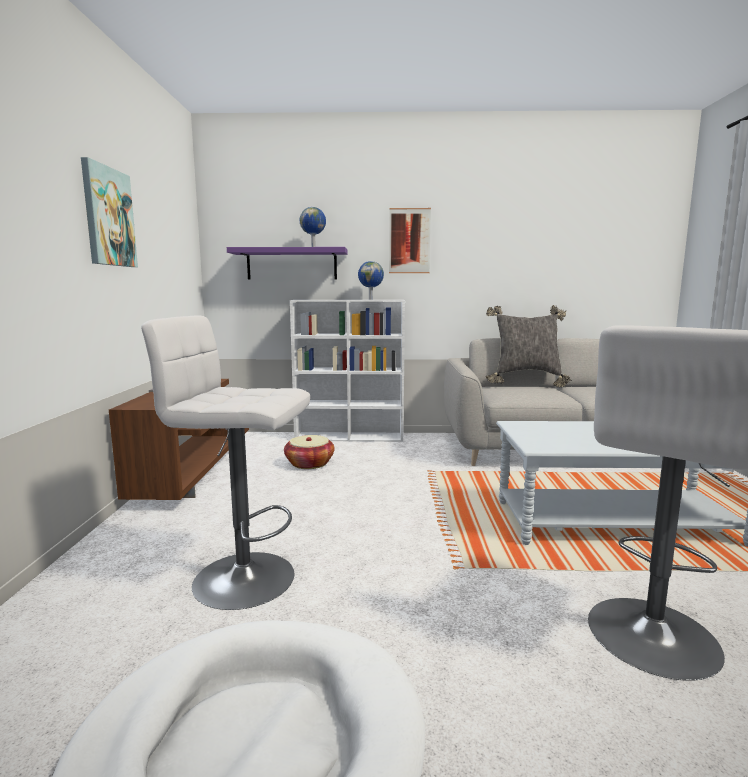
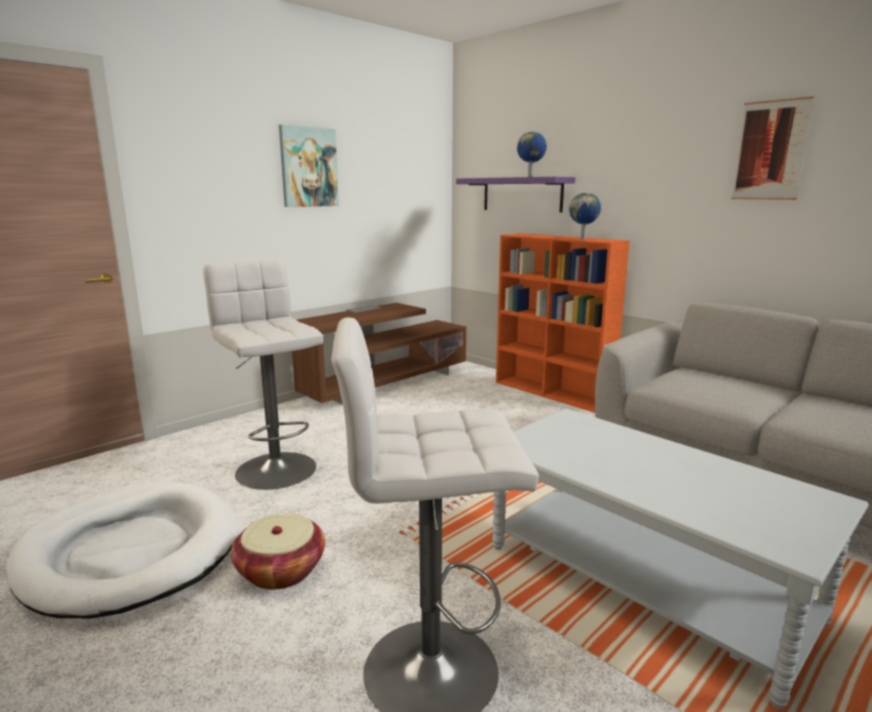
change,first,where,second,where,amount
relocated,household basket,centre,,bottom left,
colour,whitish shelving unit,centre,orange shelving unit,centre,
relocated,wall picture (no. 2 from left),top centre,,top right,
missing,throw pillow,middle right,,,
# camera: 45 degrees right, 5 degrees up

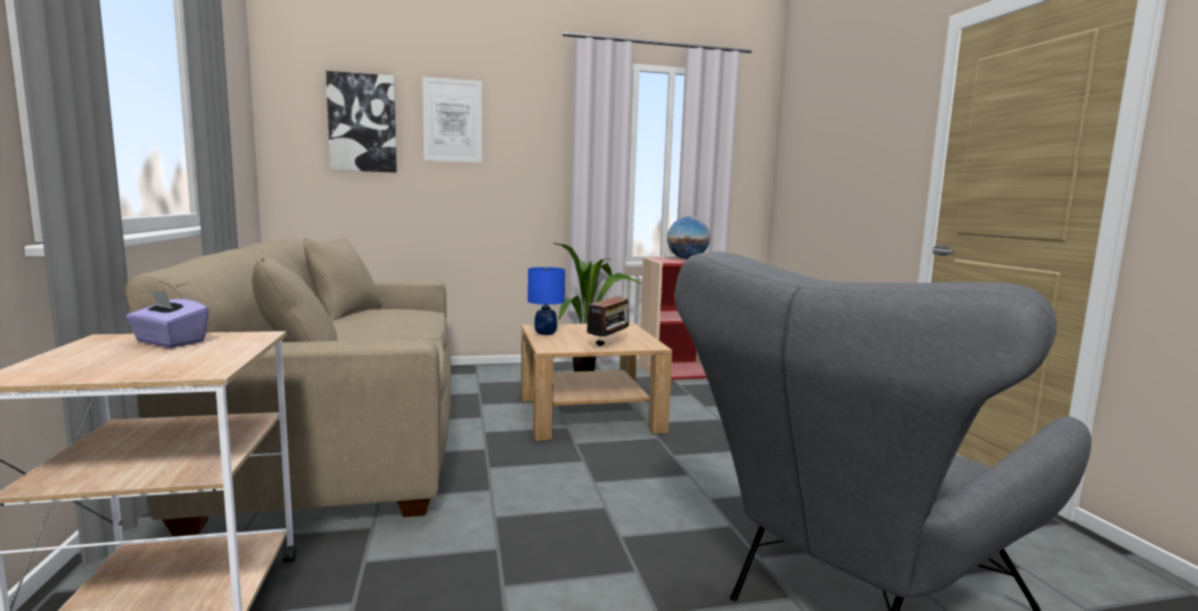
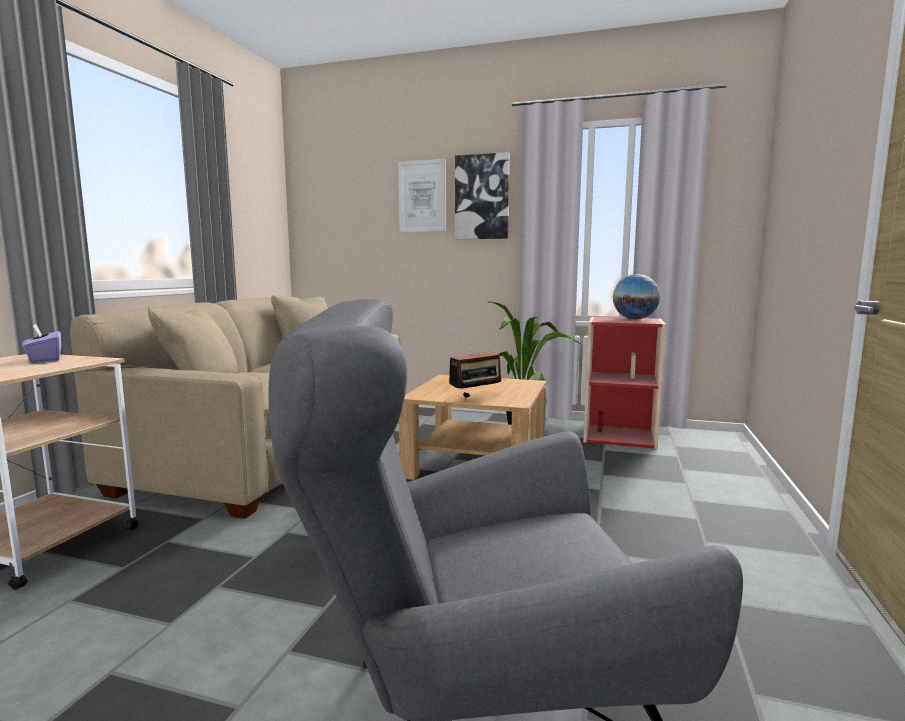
change,first,where,second,where,amount
relocated,wall picture (no. 1 from left in the first image),top left,wall picture (no. 2 from left),top centre,
missing,blue table lamp,centre,,,
# camera: 30 degrees right, 0 degrees up

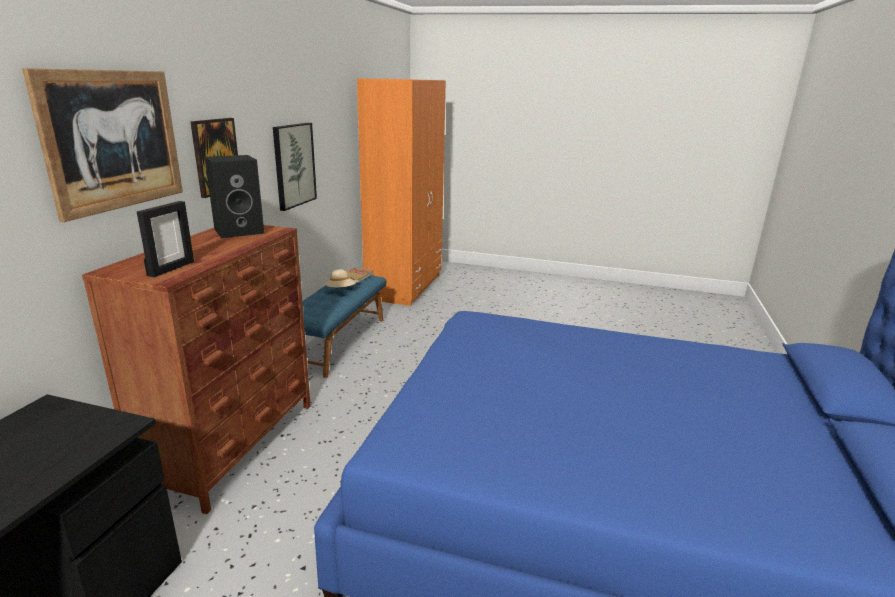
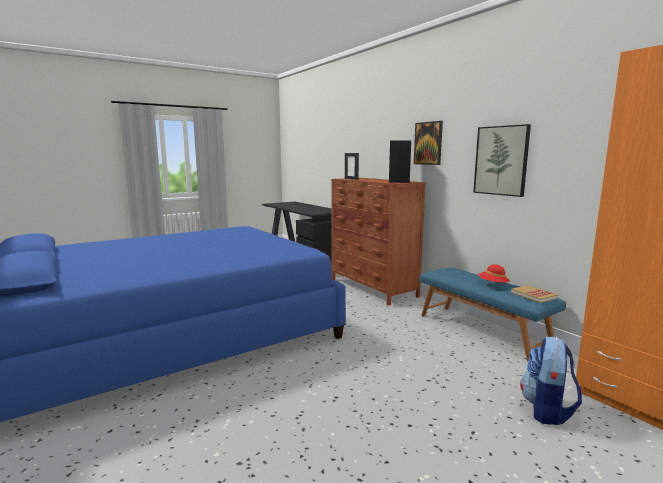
change,first,where,second,where,amount
missing,wall picture (no. 1 from left),top left,,,
colour,beige-coloured wearable hat,centre,reddish wearable hat,middle right,
appeared,,,backpack,bottom right,
# camera: 130 degrees right, 10 degrees down

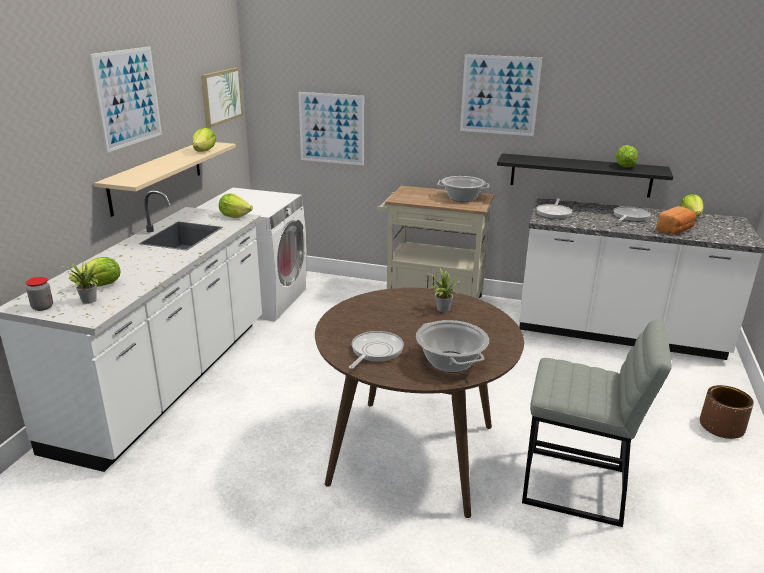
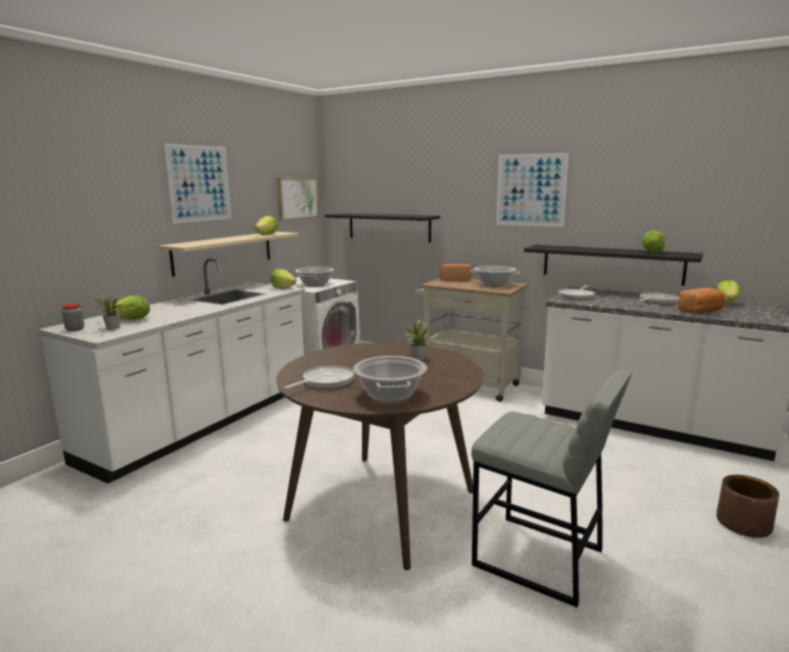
change,first,where,second,where,amount
exchanged,wall picture (no. 3 from left),top centre,black-coloured shelf (no. 1 from left),centre,
appeared,,,stockpot (no. 1 from left),centre,
appeared,,,bakery bread (no. 1 from left),centre,
# camera: 15 degrees right, 10 degrees down

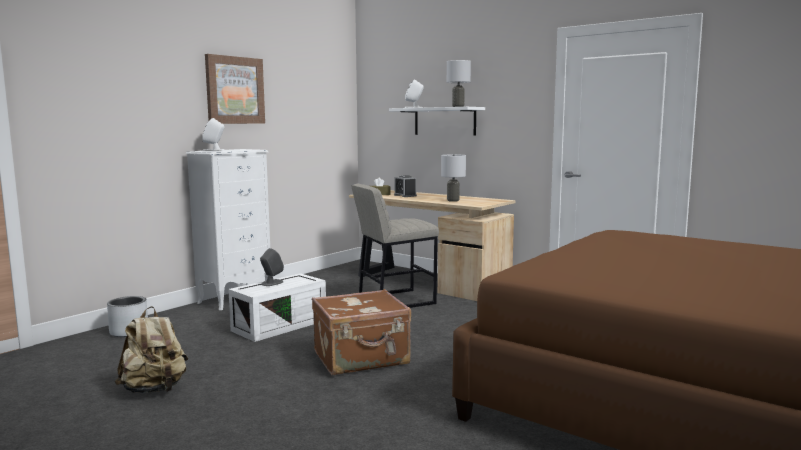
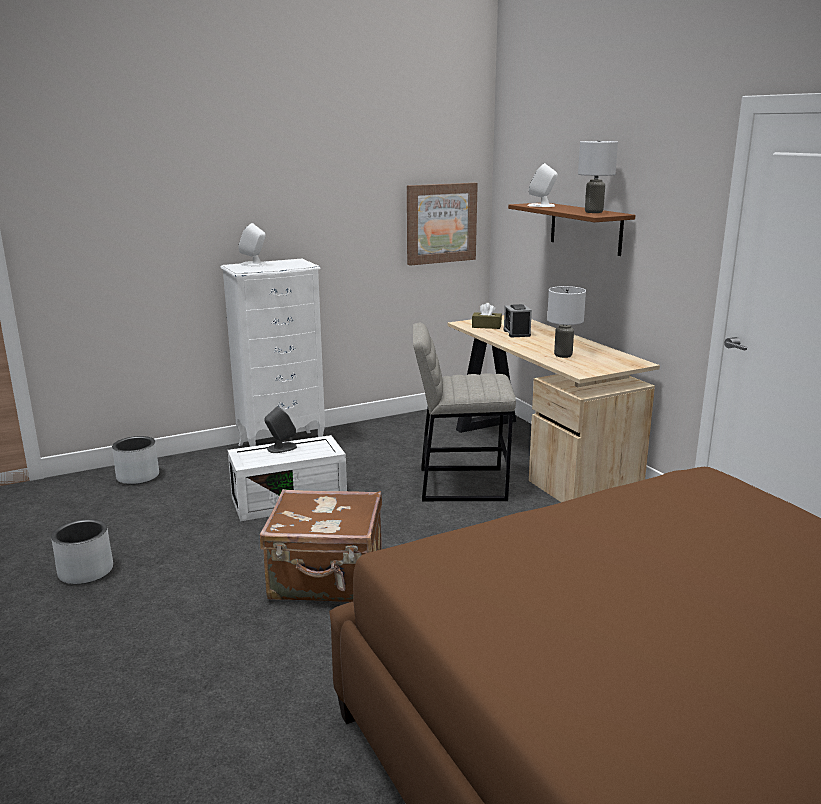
change,first,where,second,where,amount
exchanged,beige-coloured backpack,bottom left,gray flower pot (no. 1 from left),bottom left,
relocated,wall picture,top left,,top centre,
colour,whitish shelf,top centre,brown-coloured shelf,top right,
# camera: 25 degrees right, 10 degrees up

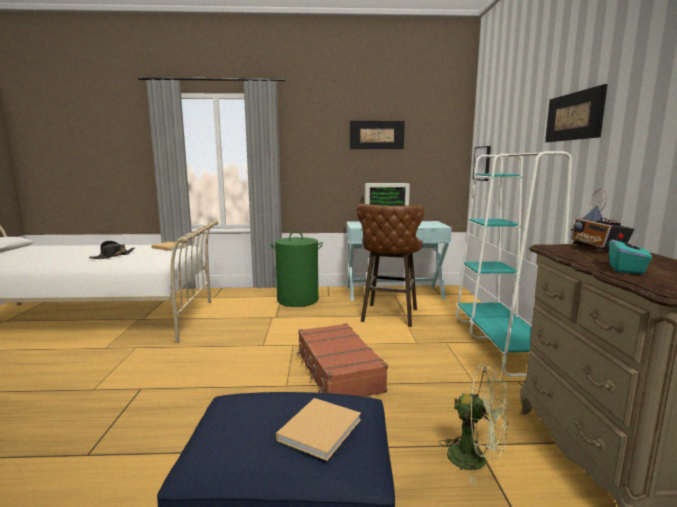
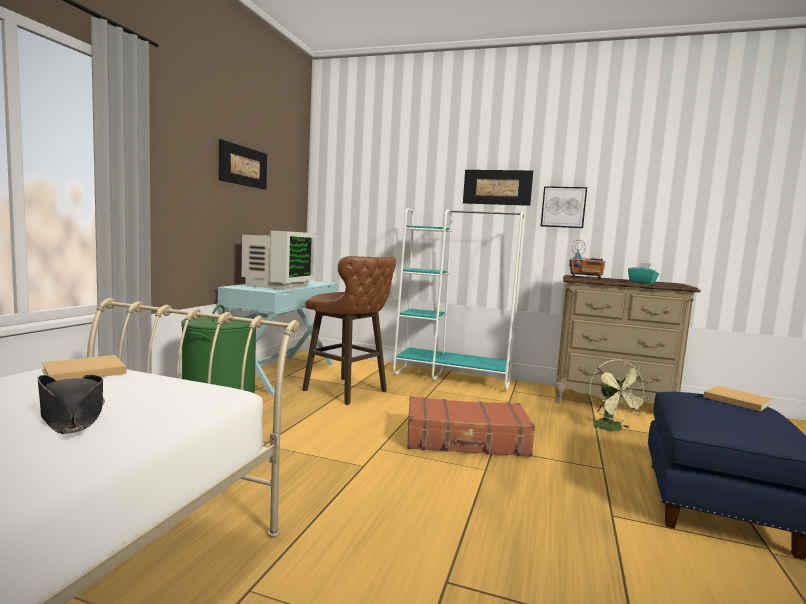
change,first,where,second,where,amount
spun,greenish electric fan,bottom right,,middle right,120 degrees clockwise
relocated,wall picture (no. 2 from left in the first image),top right,wall picture (no. 3 from left),middle right,
# camera: 70 degrees left, 5 degrees down

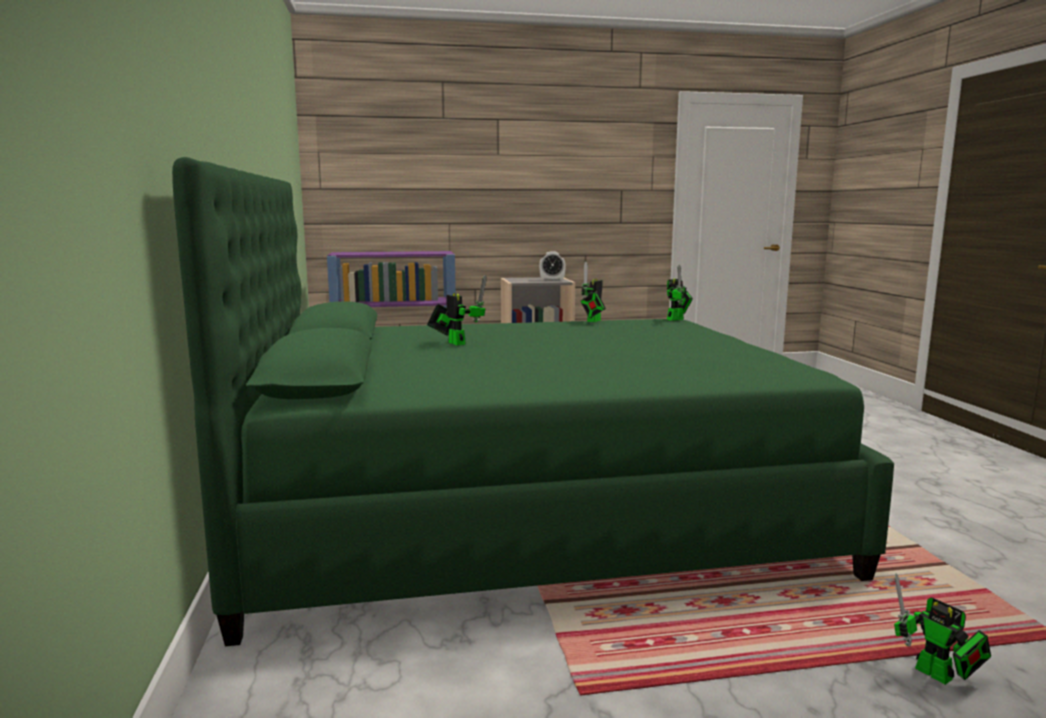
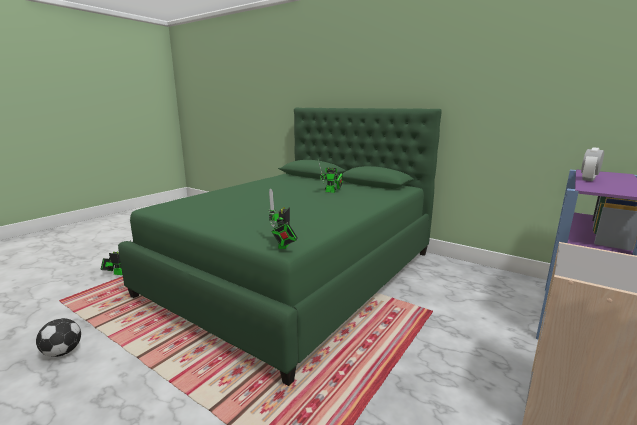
change,first,where,second,where,amount
relocated,alarm clock,centre,,middle right,
missing,model robot (no. 2 from left),centre,,,
appeared,,,ball for football,bottom left,
# camera: 135 degrees right, 5 degrees up

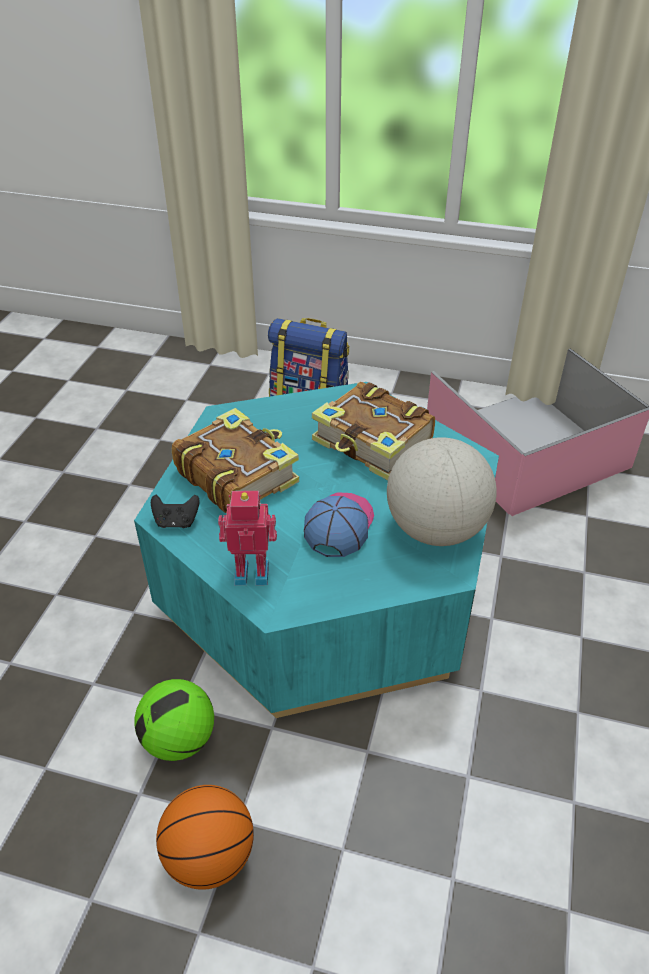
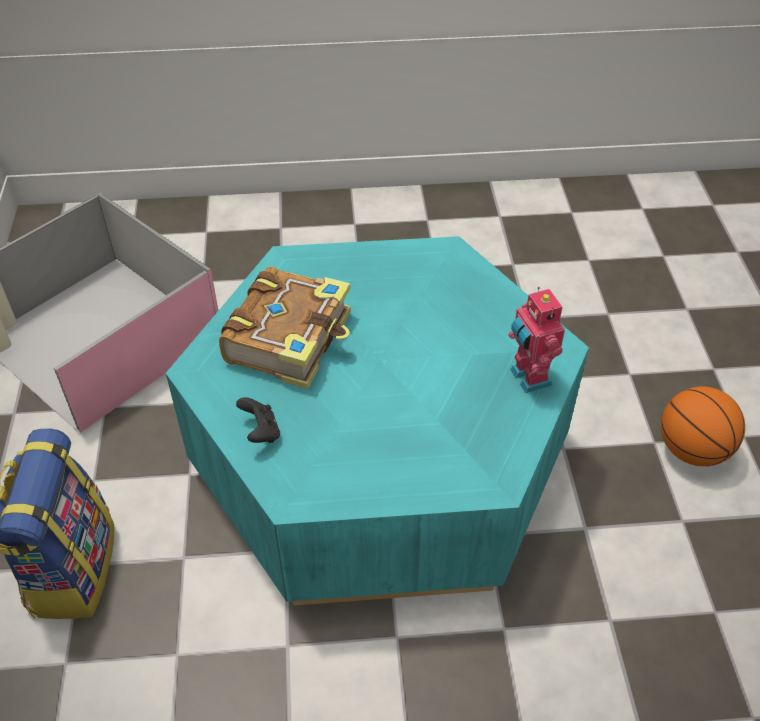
change,first,where,second,where,amount
missing,ball for football,bottom left,,,
relocated,black-coloured joypad,middle left,,centre,
missing,book (no. 1 from left),centre,,,
missing,baseball cap,centre,,,
missing,world globe,middle right,,,
# camera: 110 degrees left, 5 degrees up

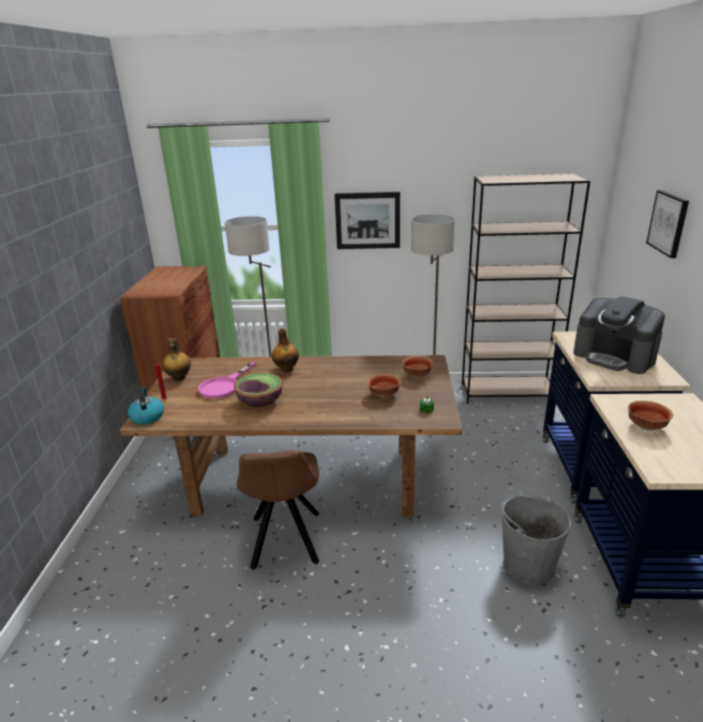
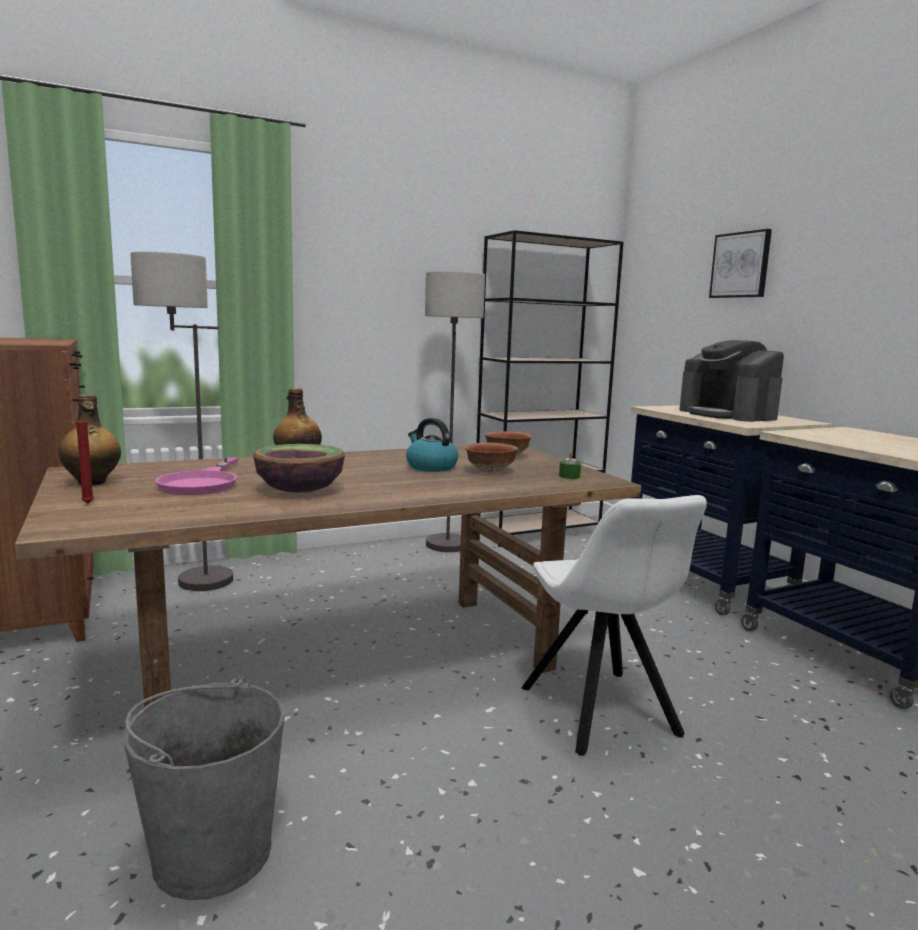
change,first,where,second,where,amount
relocated,water kettle,middle left,,centre,
missing,brown-coloured upright chair,bottom centre,,,
missing,wall picture (no. 1 from left),top centre,,,
relocated,gray bucket,bottom right,,bottom left,
spun,coffee maker,middle right,,middle right,45 degrees clockwise
missing,deep dish (no. 4 from left),middle right,,,
appeared,,,whitish upright chair,bottom right,
# camera: 30 degrees left, 15 degrees down

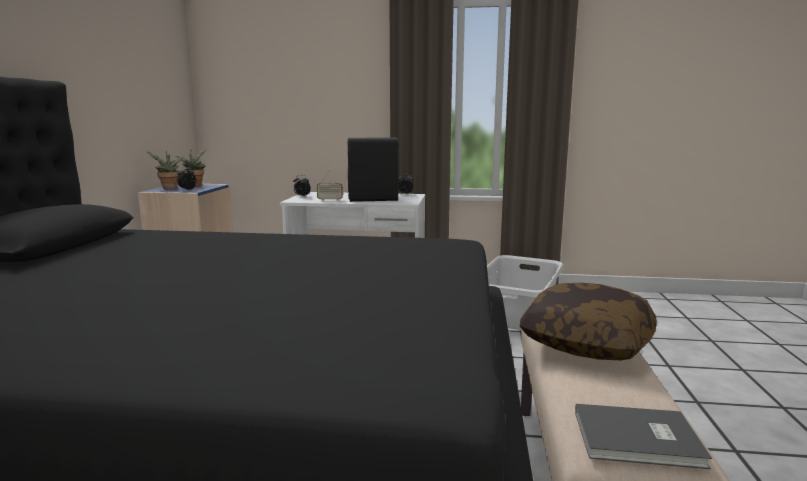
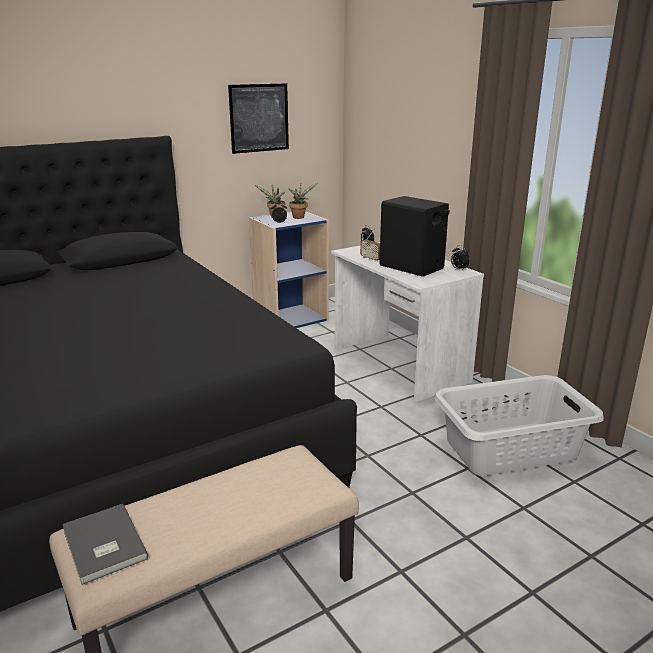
change,first,where,second,where,amount
missing,throw pillow,bottom right,,,
appeared,,,wall picture,top centre,
# camera: 50 degrees right, 10 degrees up

